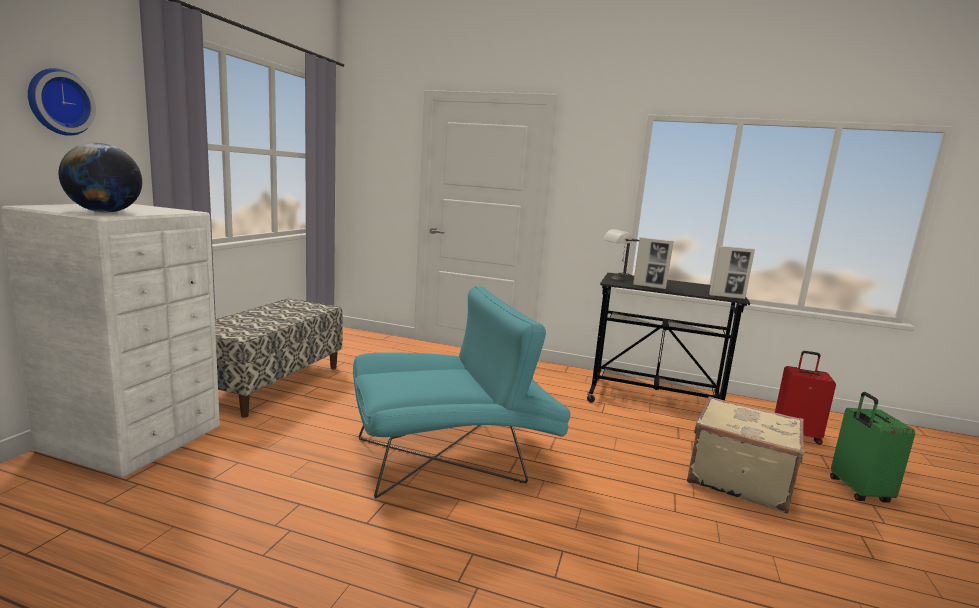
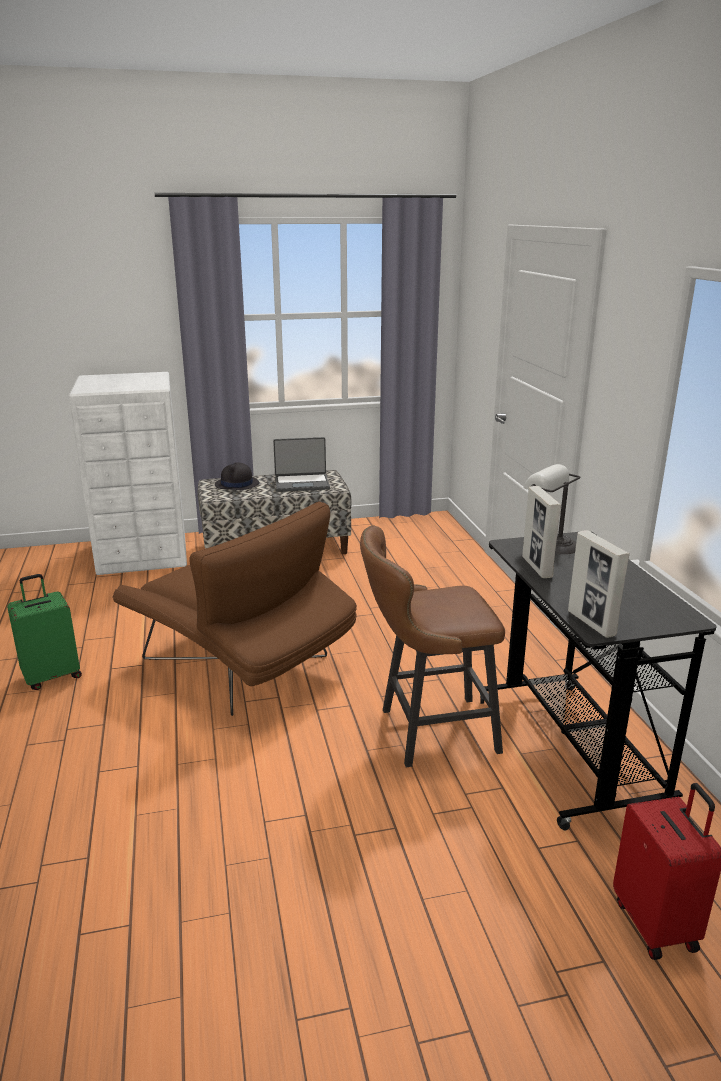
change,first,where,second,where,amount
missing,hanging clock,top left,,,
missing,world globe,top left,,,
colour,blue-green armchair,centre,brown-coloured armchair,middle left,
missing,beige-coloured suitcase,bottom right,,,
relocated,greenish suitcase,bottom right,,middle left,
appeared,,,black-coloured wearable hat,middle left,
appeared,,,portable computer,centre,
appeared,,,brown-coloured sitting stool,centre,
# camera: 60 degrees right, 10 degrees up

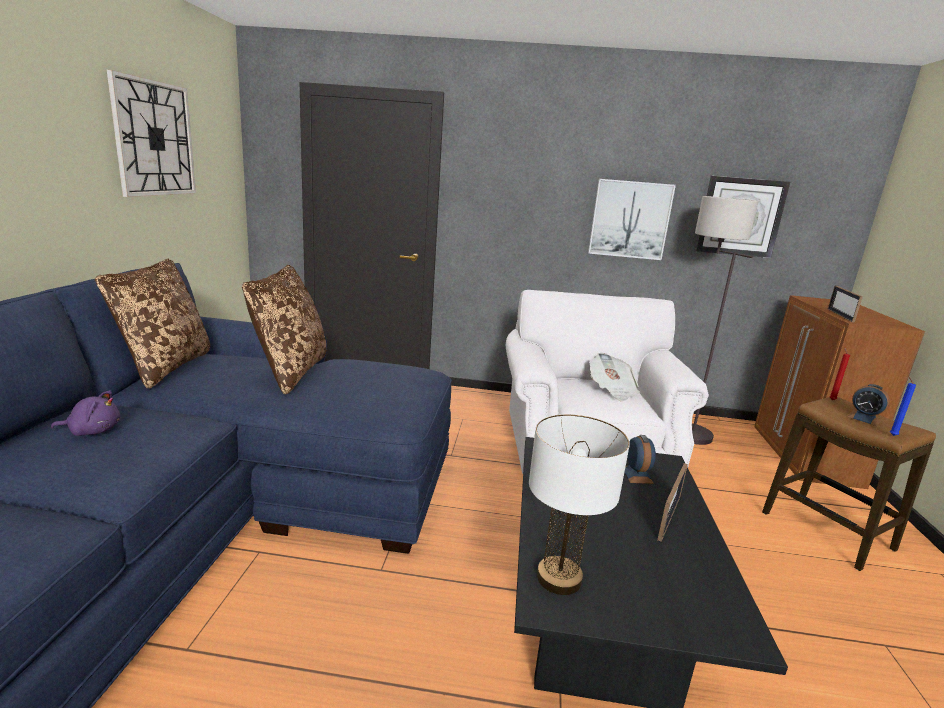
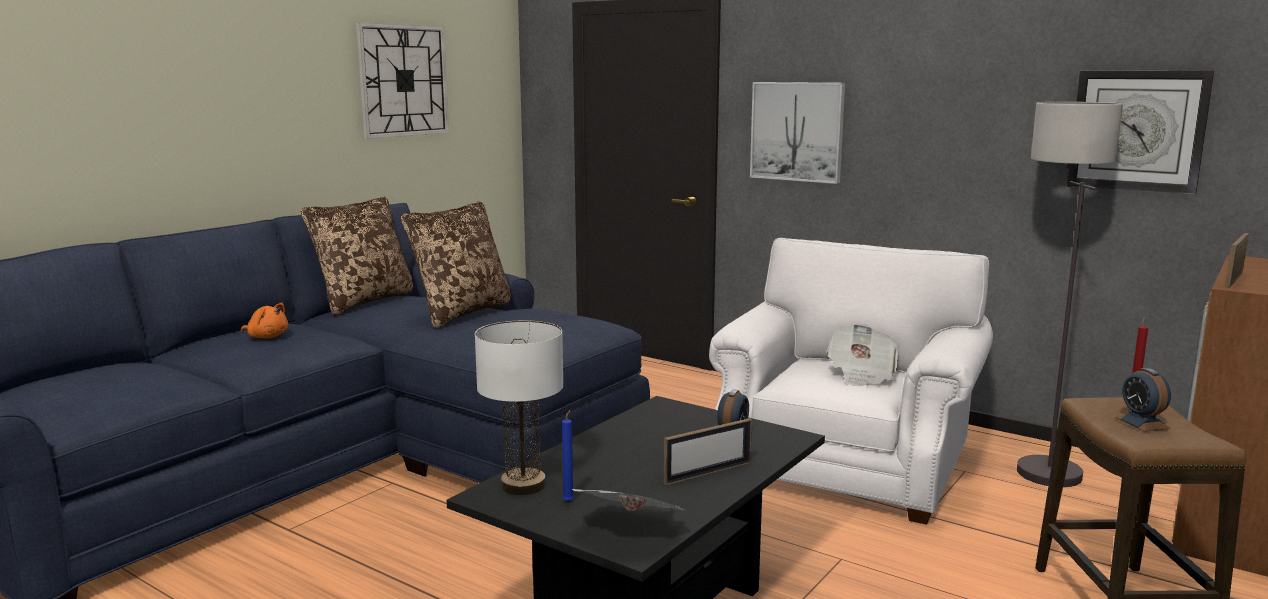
change,first,where,second,where,amount
colour,purple-coloured cuddly toy,middle left,orange cuddly toy,middle left,
relocated,wall picture,top right,,top centre,
relocated,blue candle,middle right,,bottom centre,
appeared,,,printed paper (no. 1 from left),bottom centre,
# camera: 30 degrees right, 5 degrees down

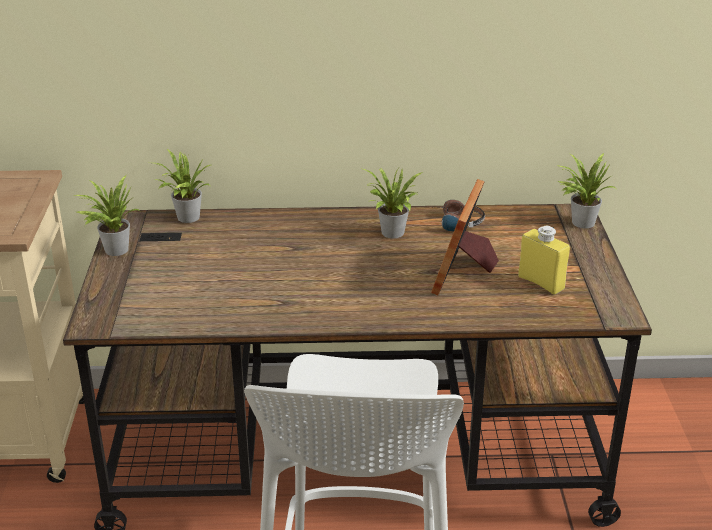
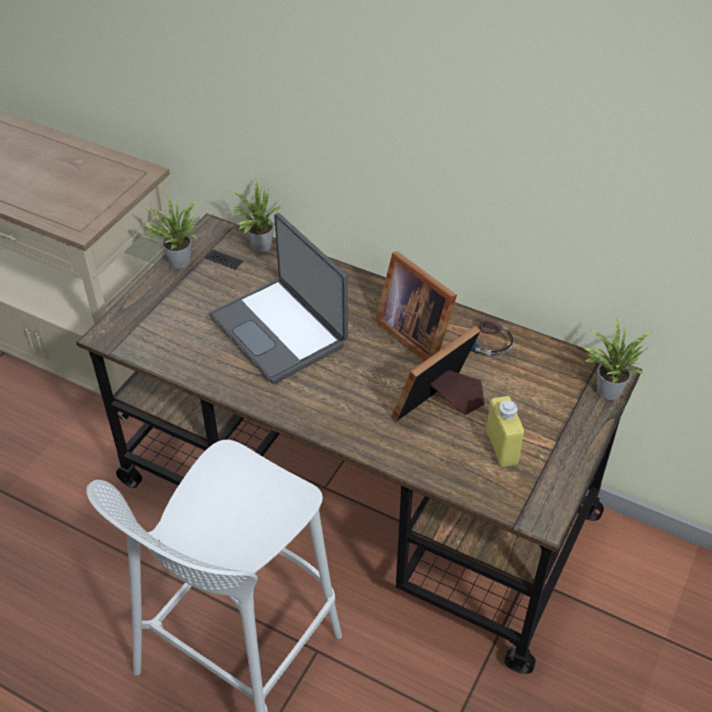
change,first,where,second,where,amount
exchanged,potted plant (no. 3 from left),centre,standing frame (no. 1 from left),centre,
appeared,,,portable computer,centre,
# camera: 30 degrees right, 15 degrees up

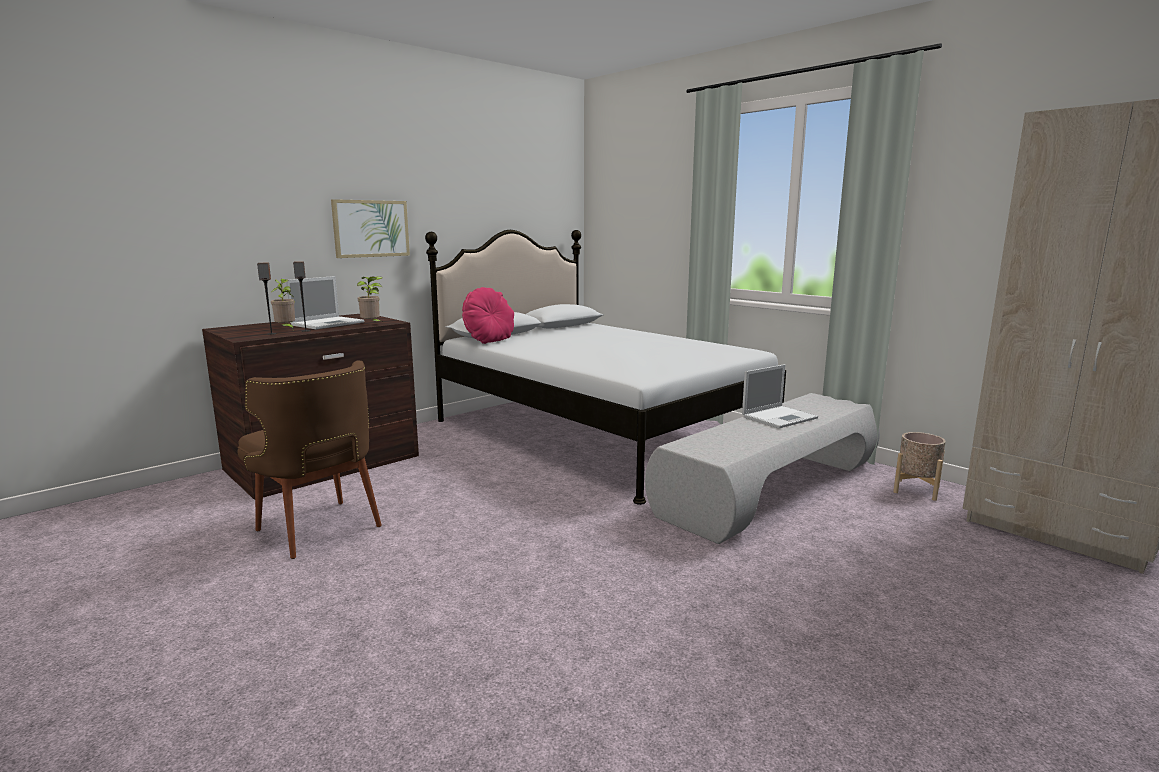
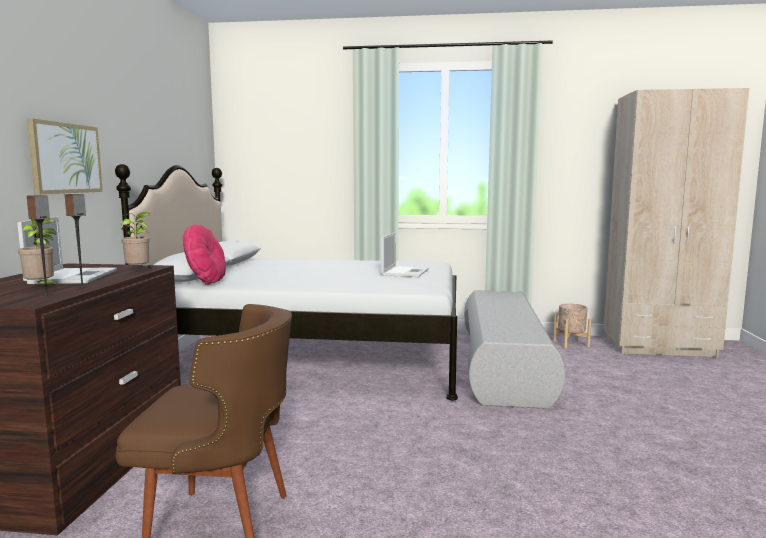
change,first,where,second,where,amount
relocated,portable computer (no. 2 from left),middle right,,centre,
# camera: 40 degrees left, 5 degrees down

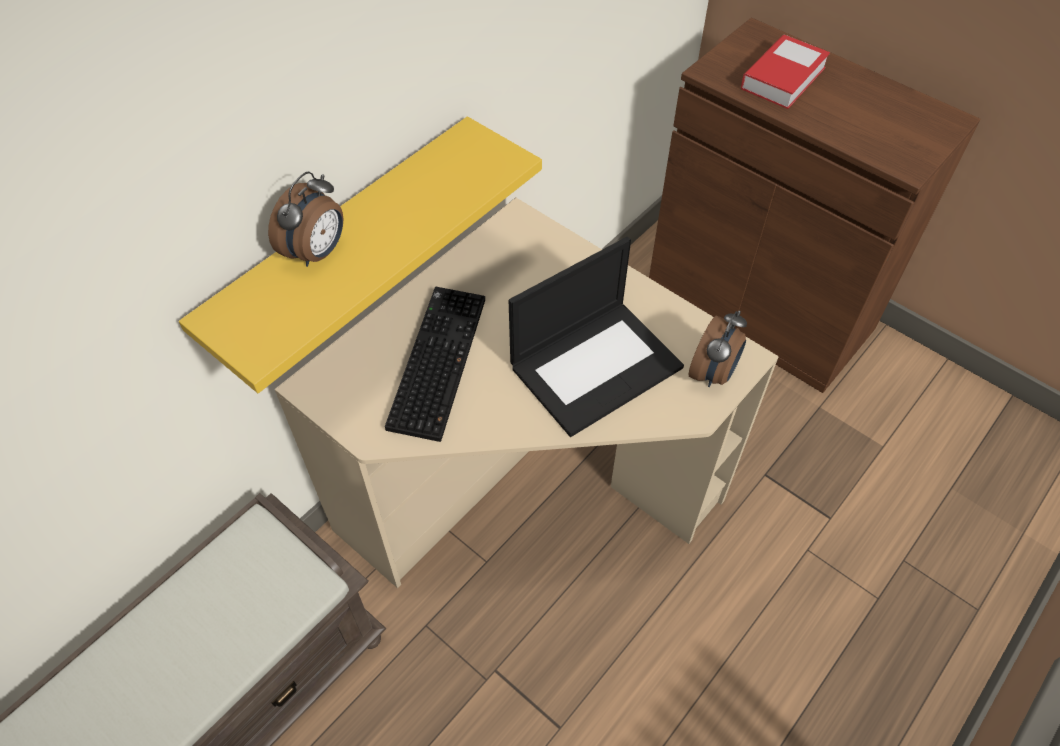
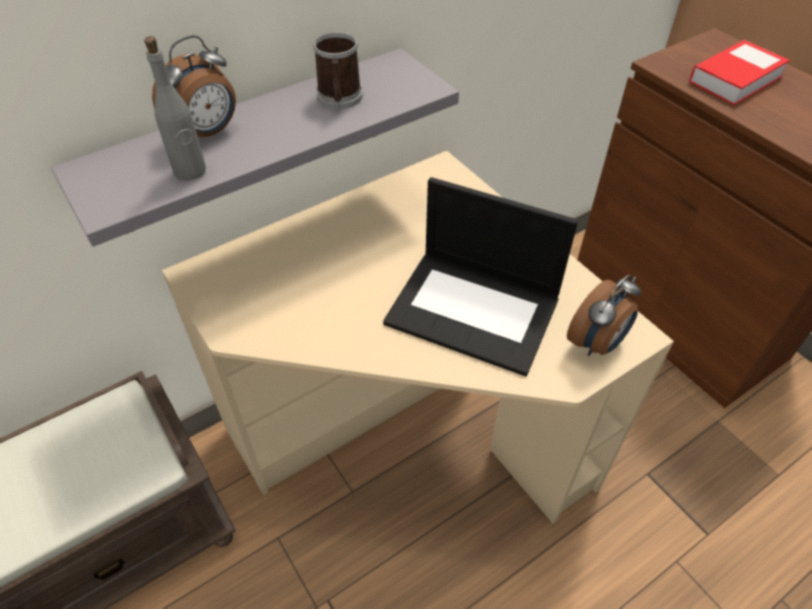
change,first,where,second,where,amount
colour,yellowish shelf,centre,gray shelf,top left,
missing,computer keyboard,centre,,,
spun,portable computer,centre,,centre,45 degrees clockwise
appeared,,,gray drink bottle,top left,
appeared,,,coffee mug,top centre,
# camera: 15 degrees right, 5 degrees down

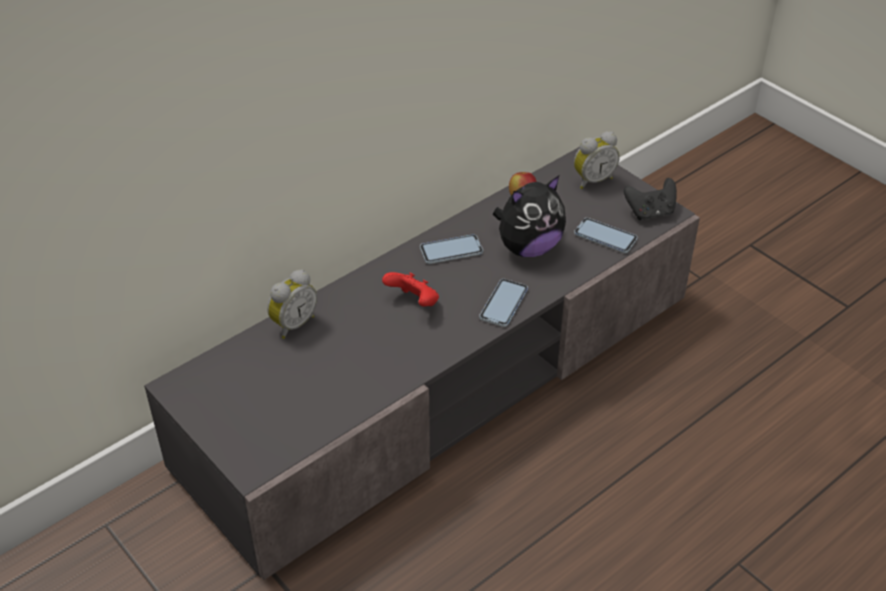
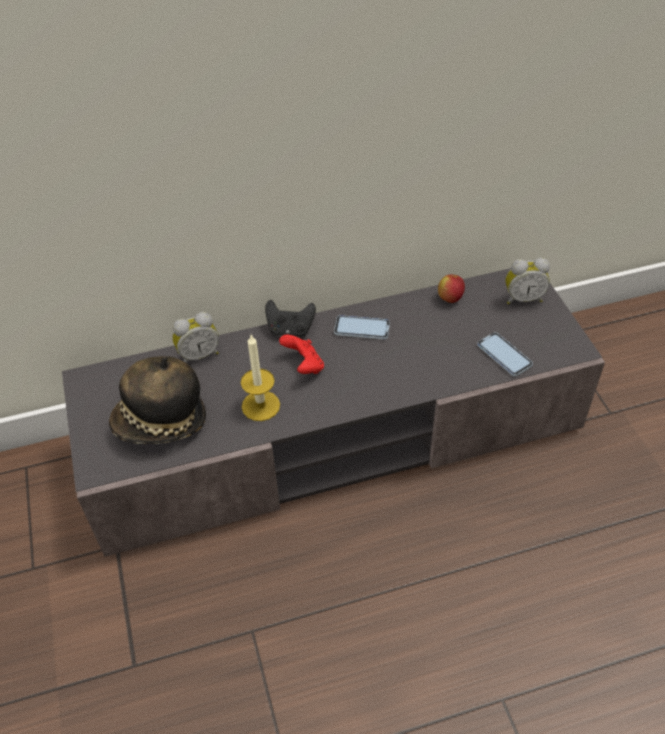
change,first,where,second,where,amount
missing,telephone (no. 2 from left),centre,,,
missing,cuddly toy,centre,,,
relocated,black-coloured joypad,middle right,,centre,
appeared,,,wearable hat,middle left,
appeared,,,candle,centre,
# camera: 25 degrees right, 5 degrees up

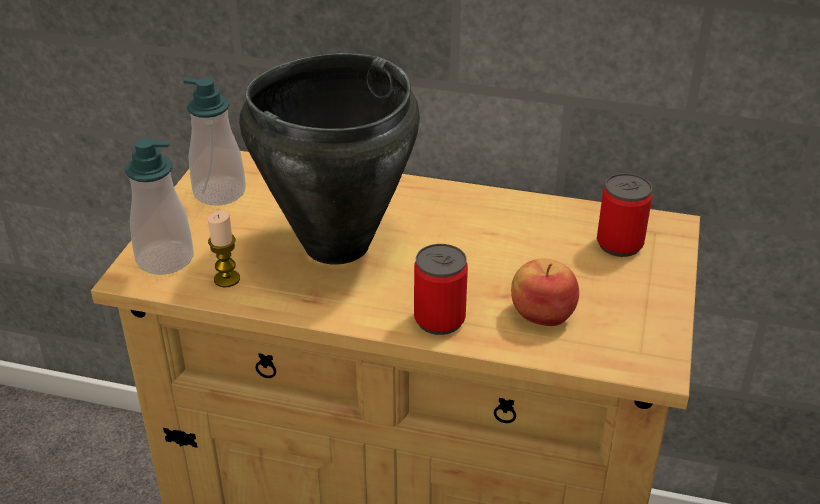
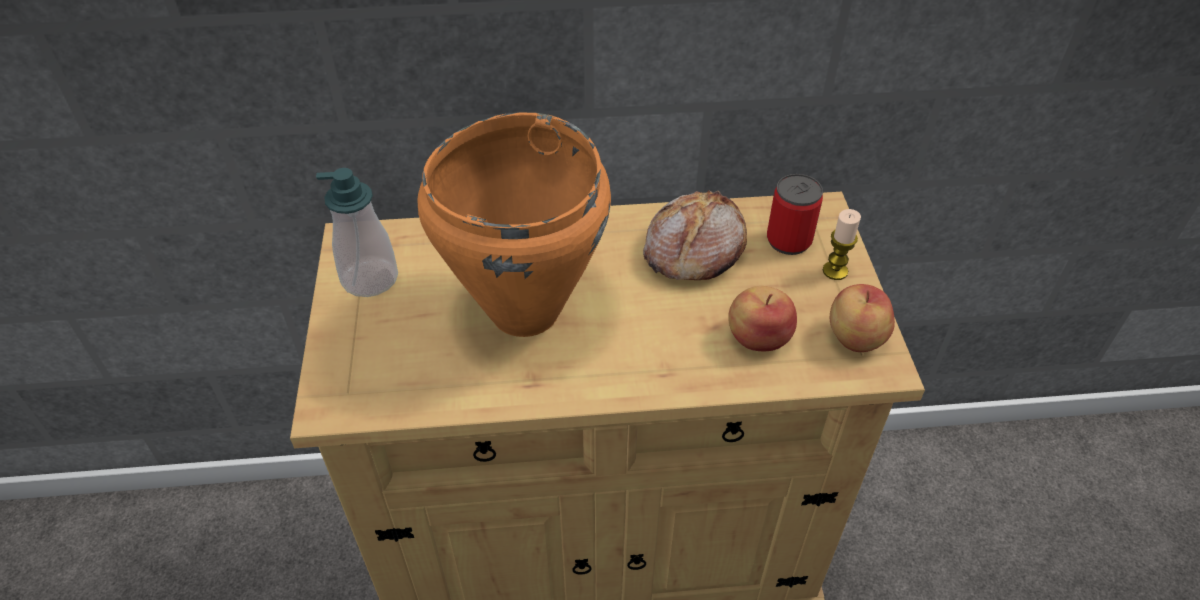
change,first,where,second,where,amount
missing,liquid soap bottle (no. 1 from left),middle left,,,
relocated,candle,middle left,,middle right,
colour,black-coloured stockpot,top centre,orange stockpot,centre,
missing,sealed can (no. 1 from left),centre,,,
appeared,,,bakery bread,centre,
appeared,,,apple fruit (no. 2 from left),middle right,
# camera: 20 degrees left, 10 degrees up

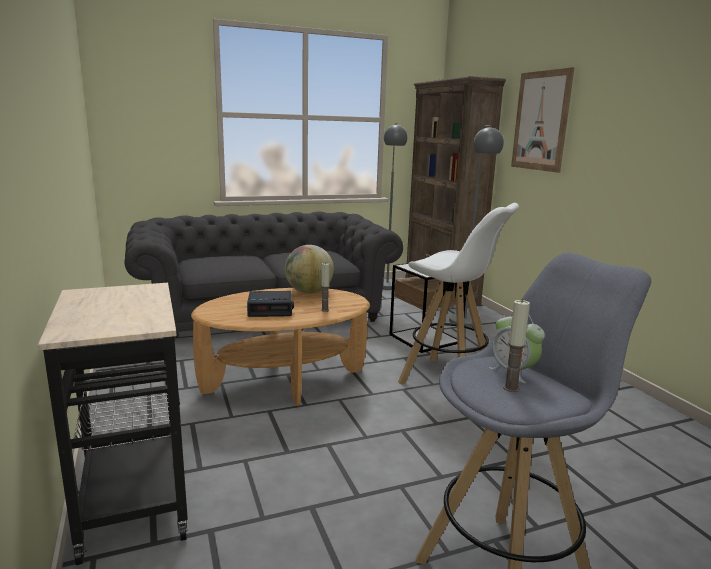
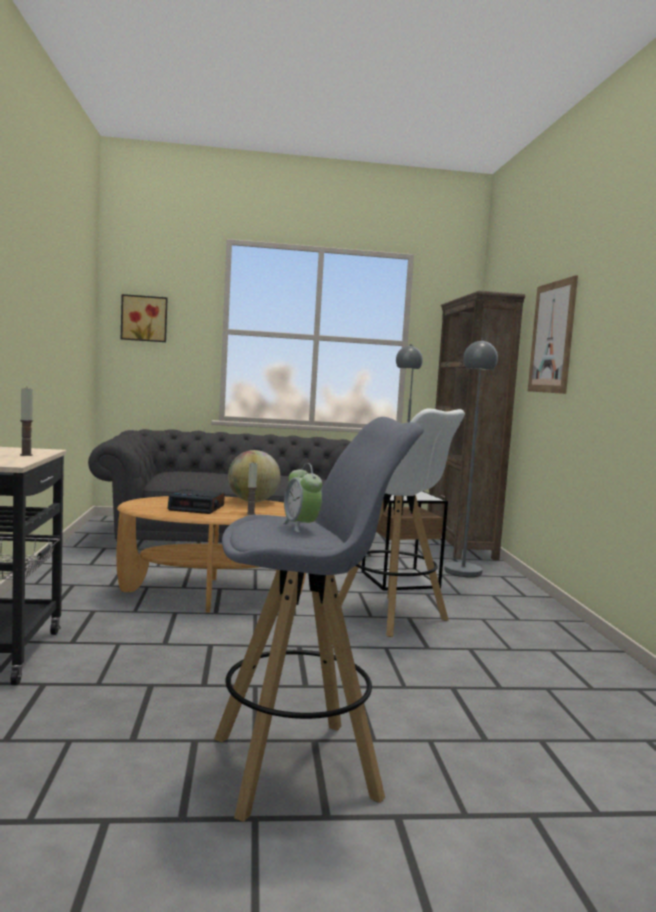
change,first,where,second,where,amount
relocated,candle (no. 2 from left in the first image),middle right,candle (no. 1 from left),middle left,
appeared,,,wall picture (no. 1 from left),middle left,
# camera: 15 degrees right, 10 degrees down

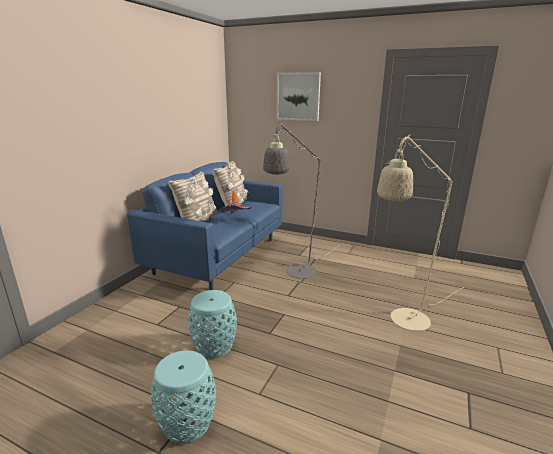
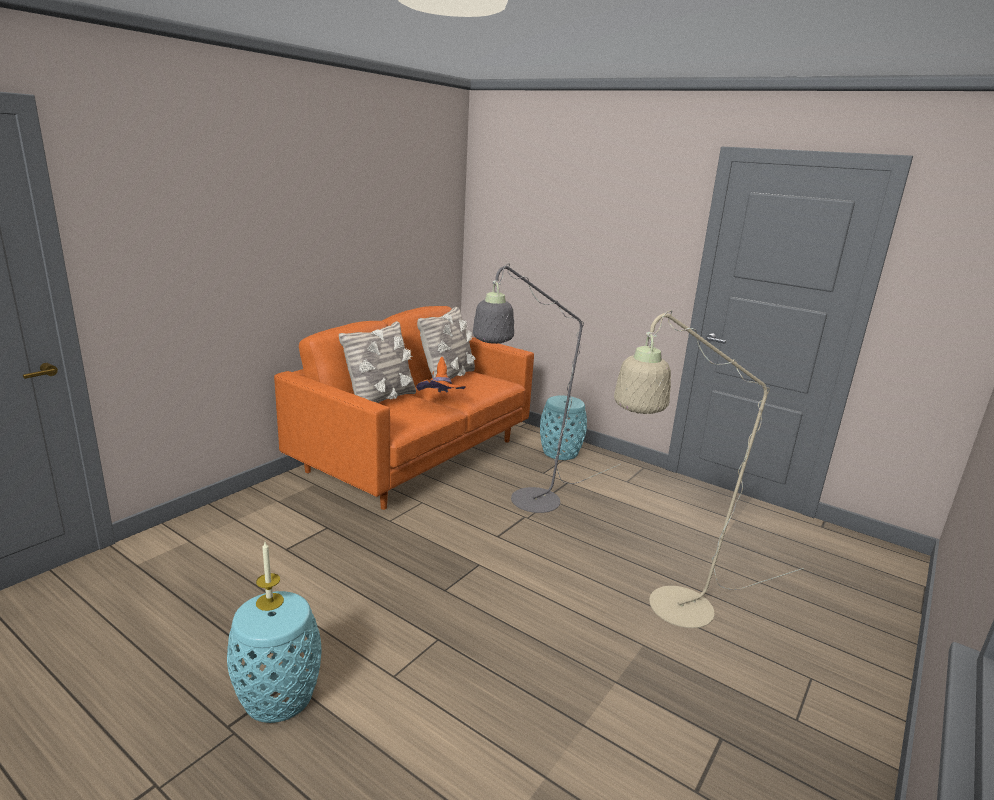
change,first,where,second,where,amount
colour,blue sofa,centre,orange sofa,centre,
relocated,blue-green sitting stool (no. 2 from left),bottom centre,,centre,
missing,wall picture,top centre,,,
appeared,,,candle,bottom left,
# camera: 10 degrees right, 0 degrees up

